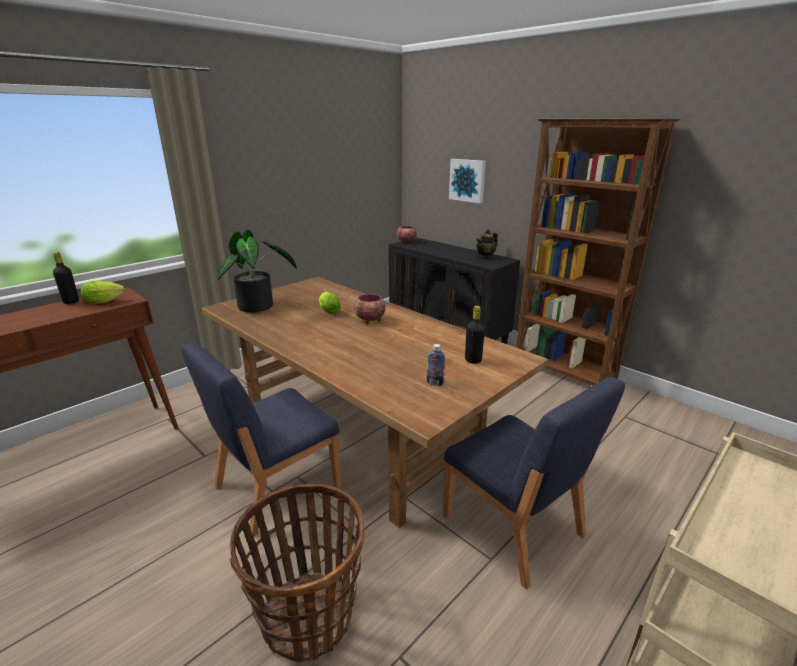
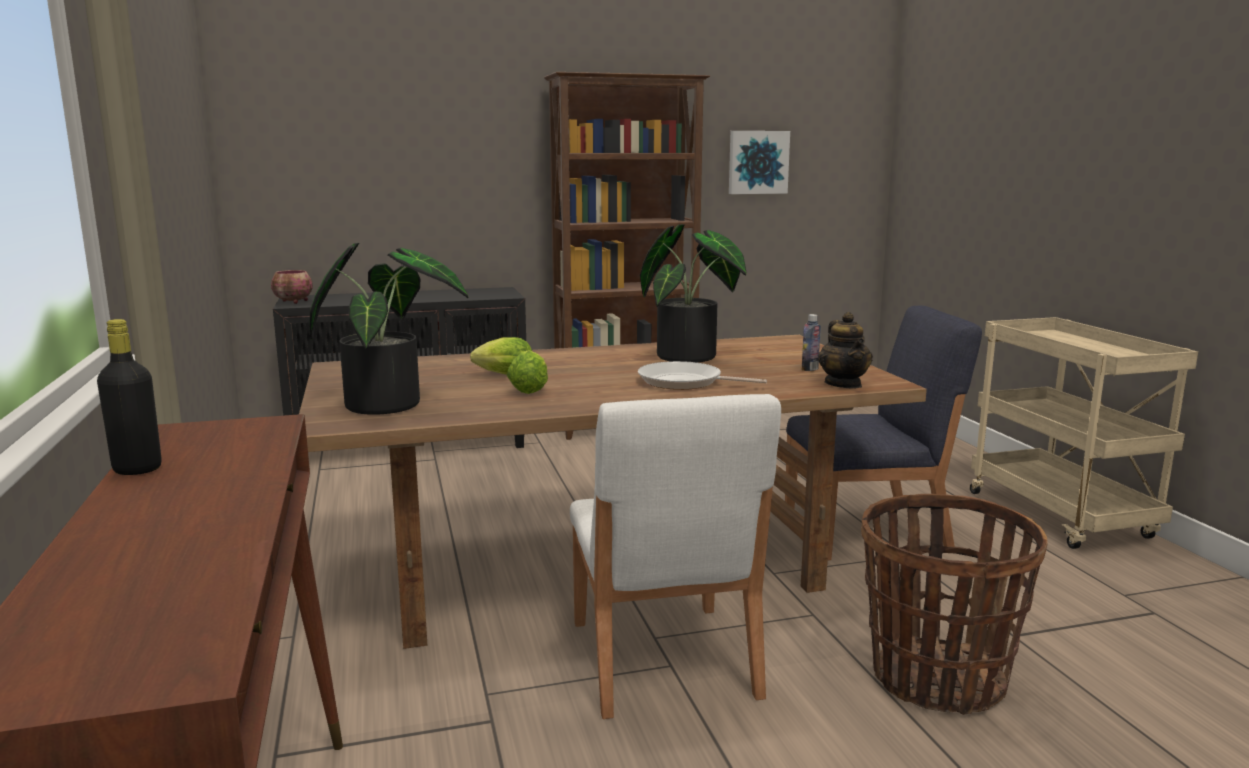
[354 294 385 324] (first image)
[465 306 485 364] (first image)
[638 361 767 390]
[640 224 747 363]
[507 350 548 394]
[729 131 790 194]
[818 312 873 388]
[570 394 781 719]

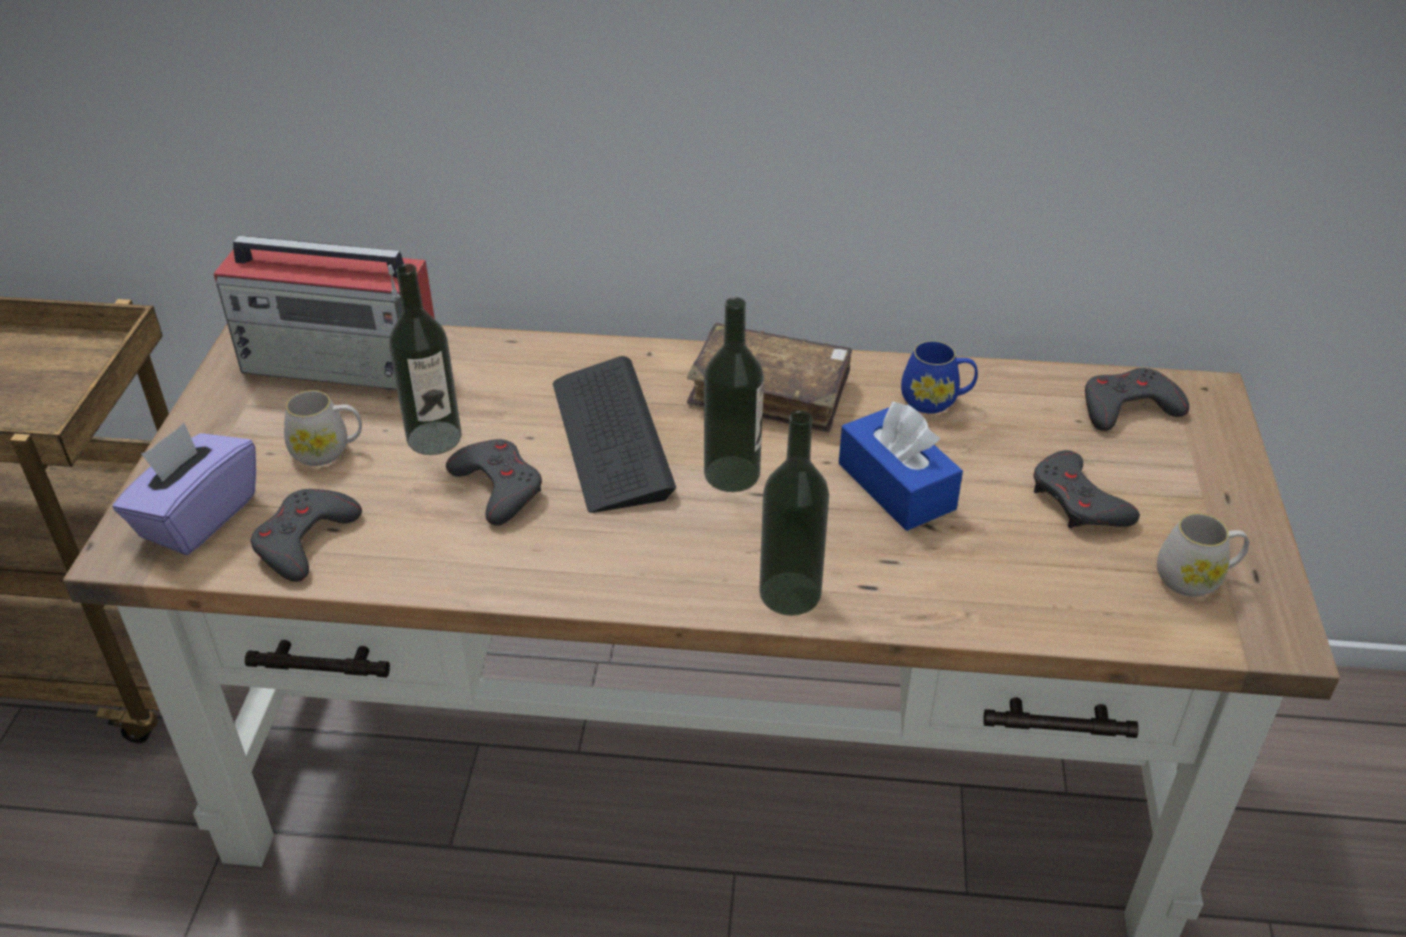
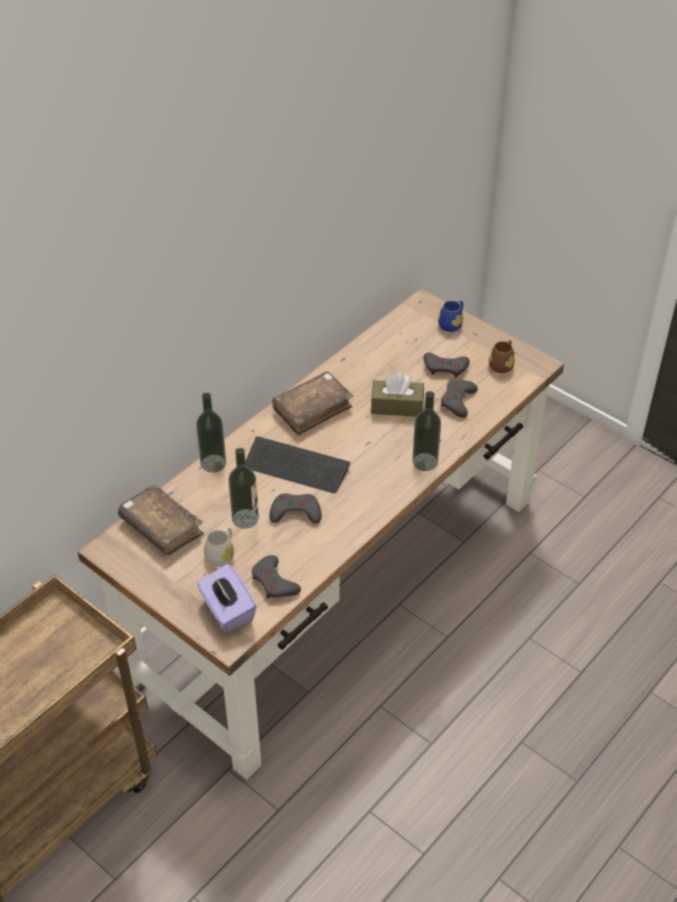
[196 392 226 473]
[438 301 463 332]
[441 380 478 418]
[118 484 204 555]
[371 373 424 417]
[489 340 515 374]

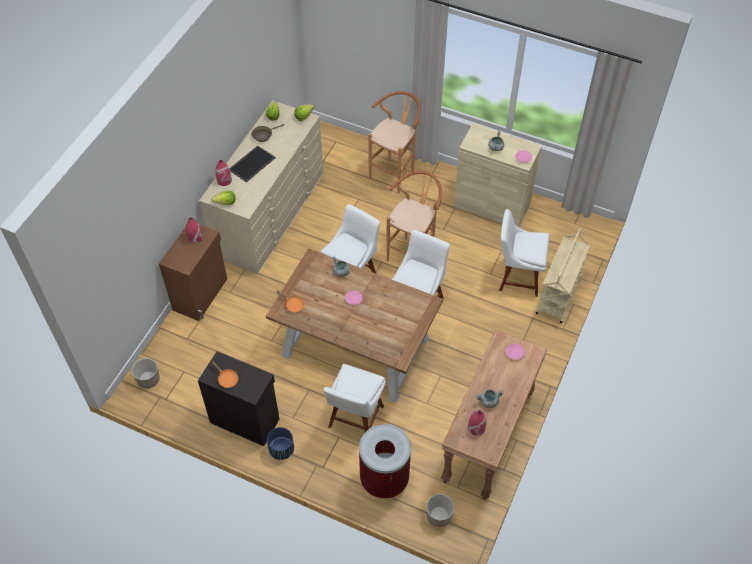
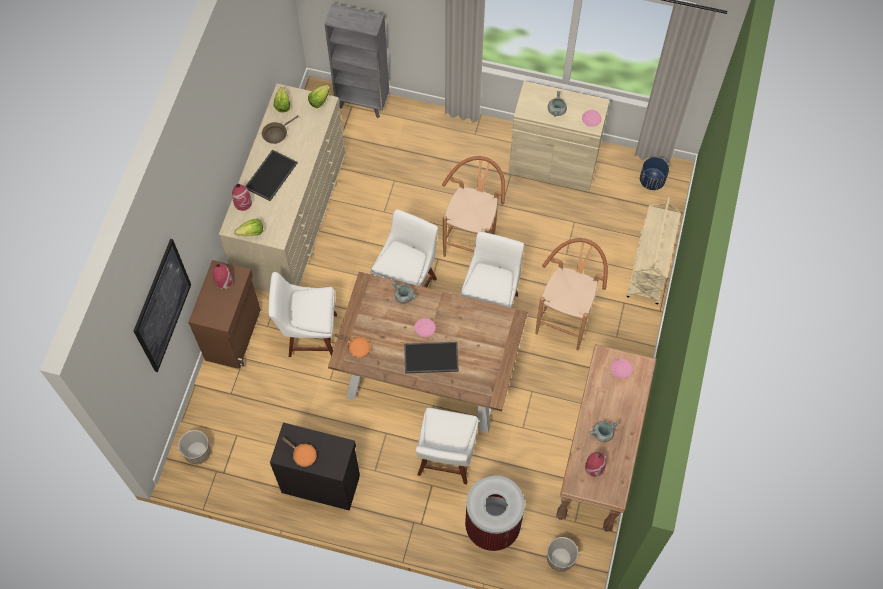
[133 239 191 372]
[325 3 389 118]
[404 342 459 374]
[640 157 669 190]
[535 238 608 350]
[269 272 337 357]

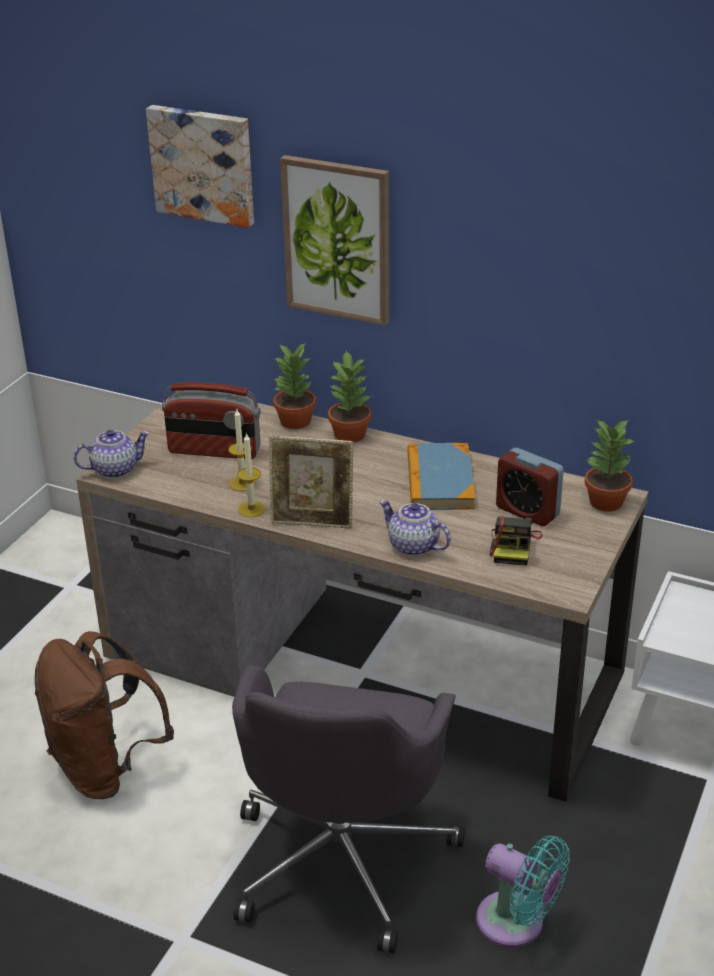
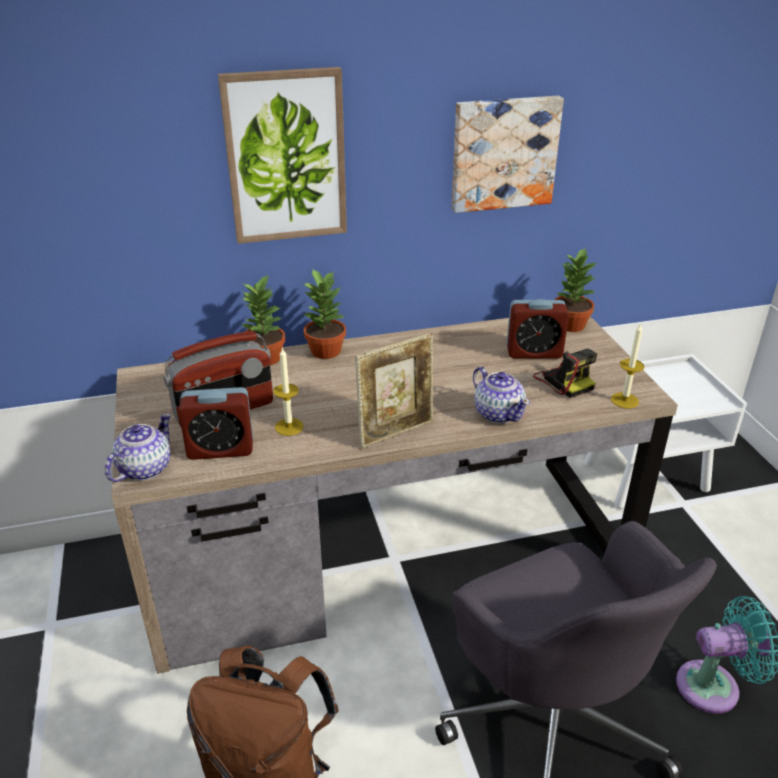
[407 443 476 510] (first image)
[178 387 253 460]
[451 96 564 213]
[611 323 645 409]
[473 366 530 424]

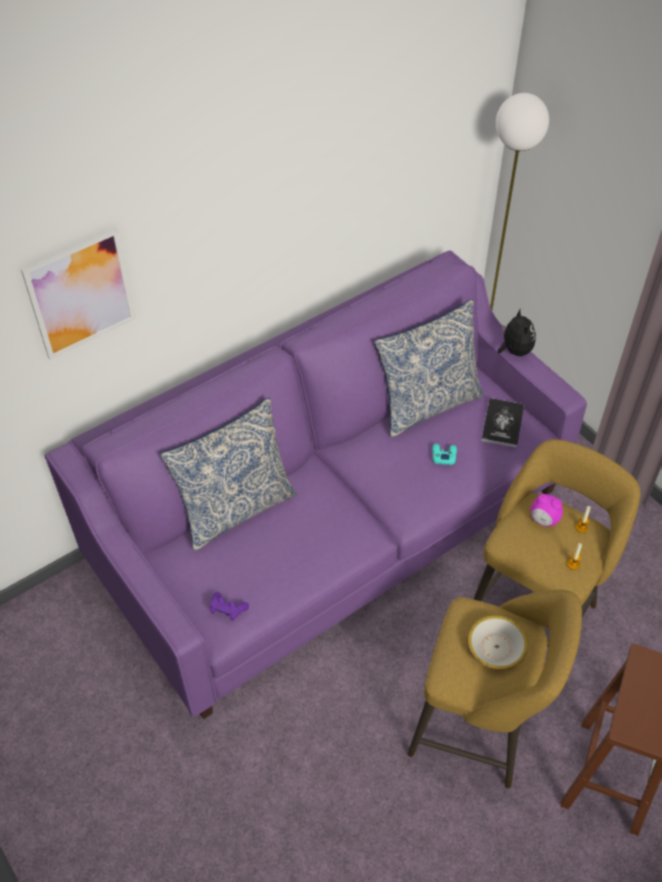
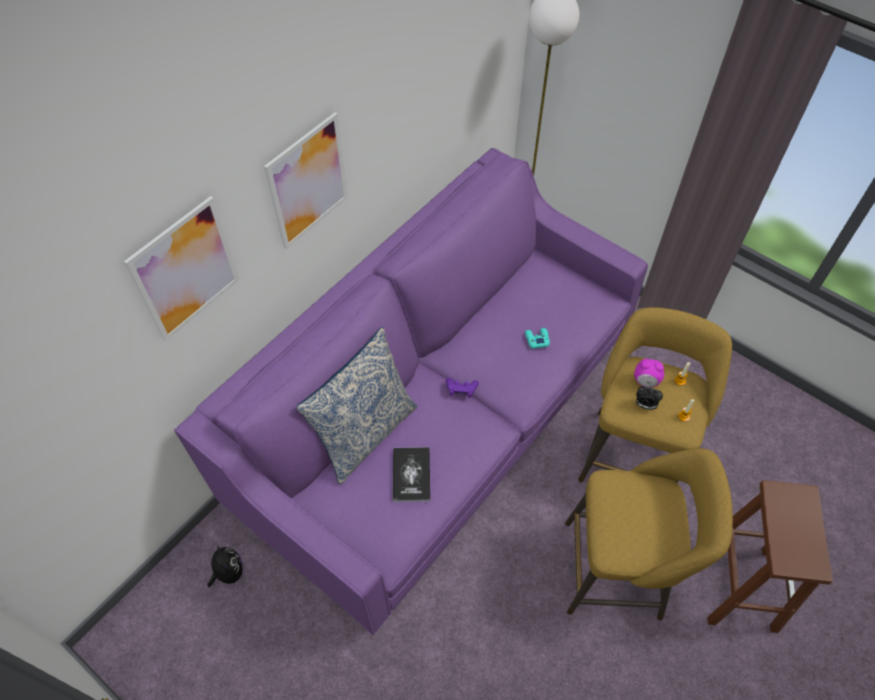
[375 299 484 438] (first image)
[468 615 528 670] (first image)
[264 112 348 249]
[636 386 663 410]
[446 377 479 398]
[393 447 430 502]
[208 545 243 587]

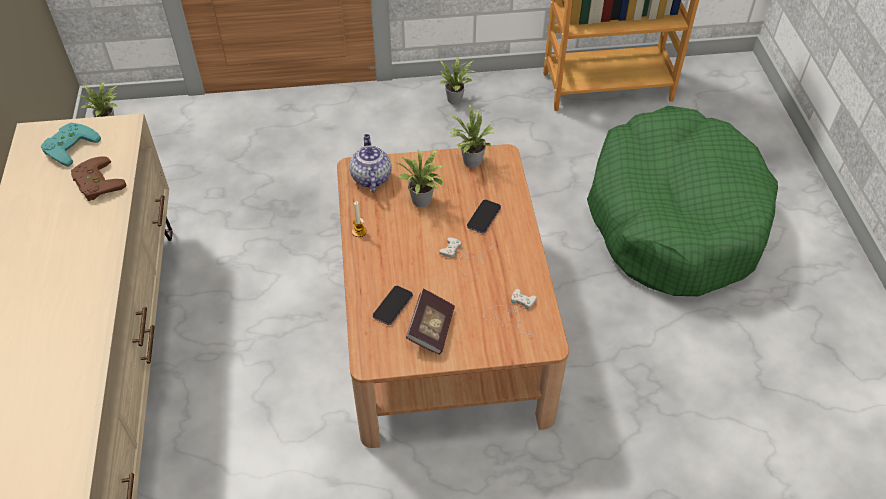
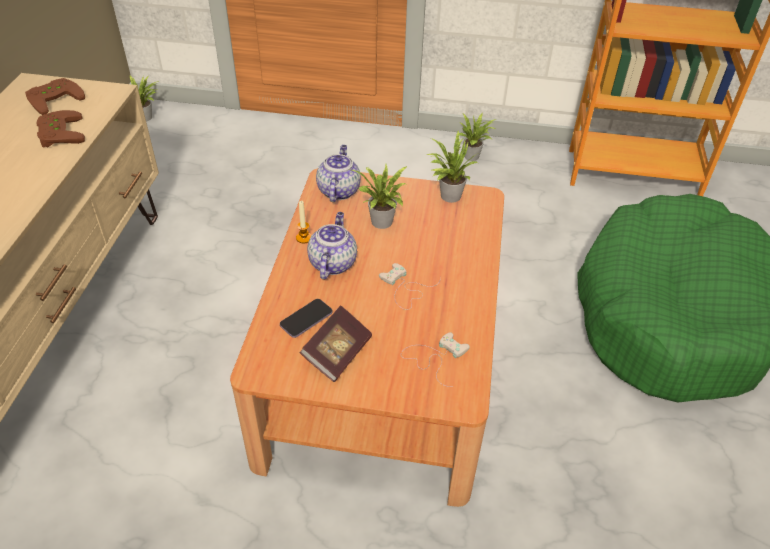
[467 200 501 234] (first image)
[307 212 357 279]
[25 78 85 115]

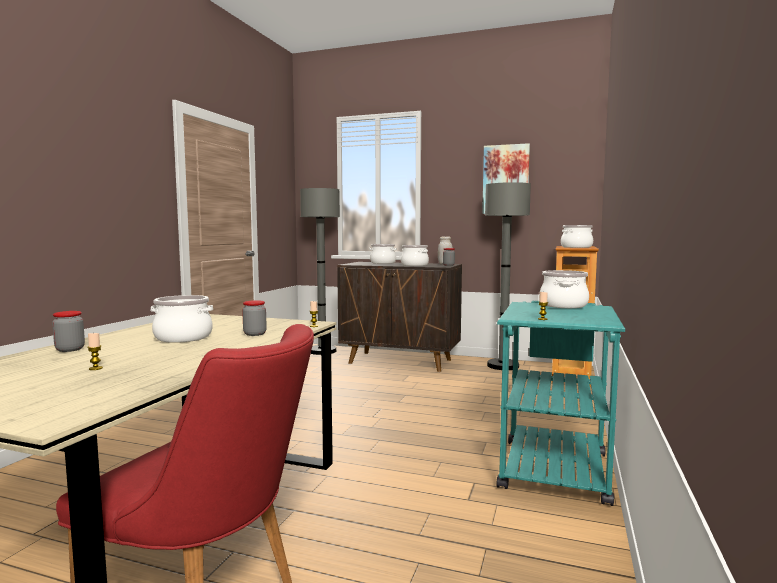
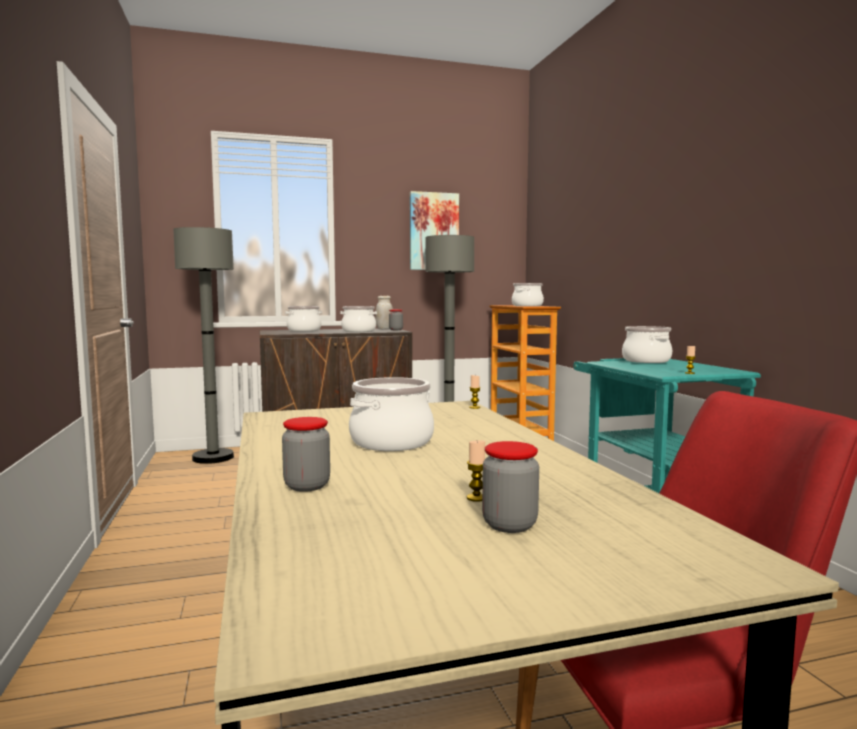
[482 441 539 533]

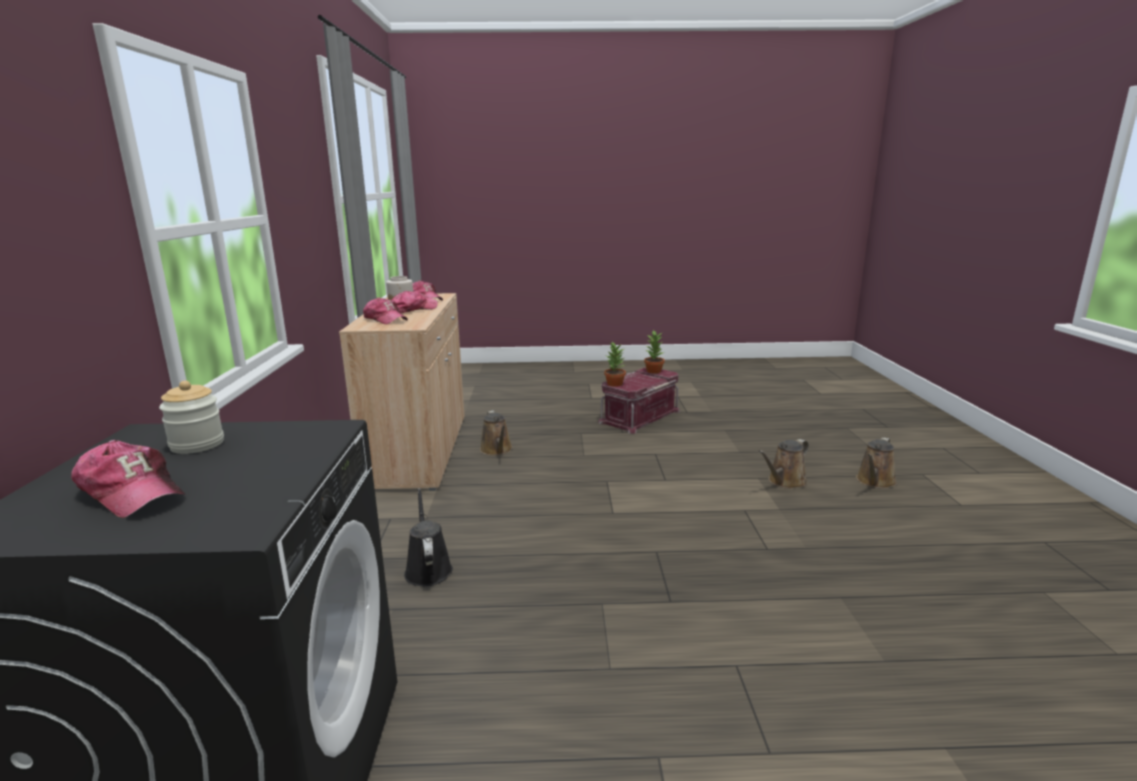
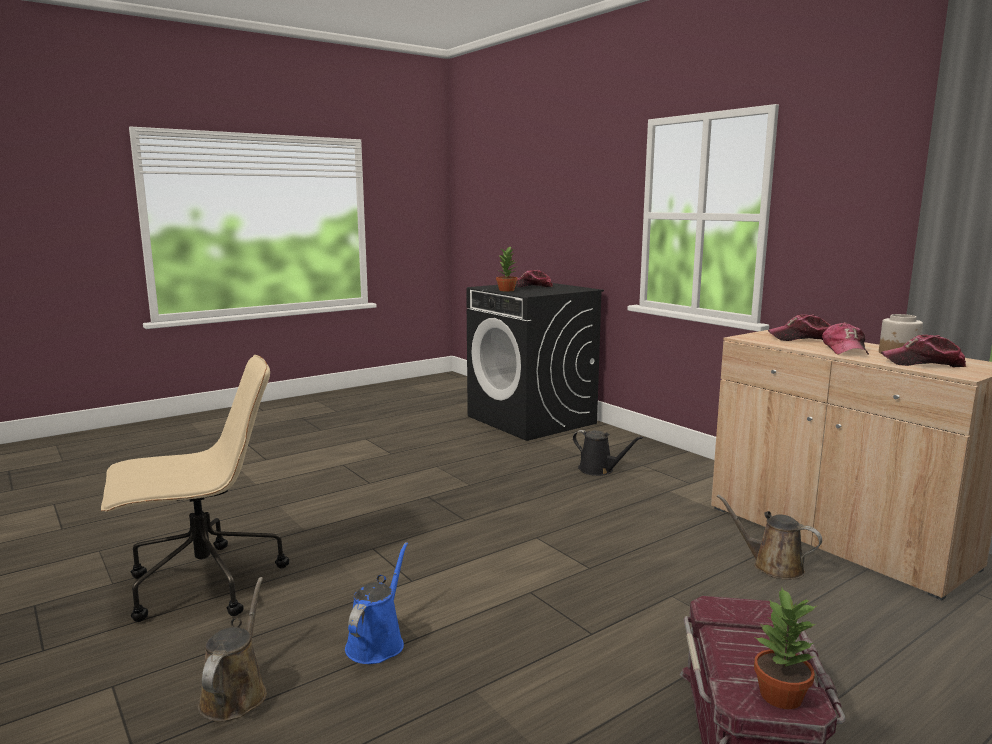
[159 381 224 454] (first image)
[101 355 289 622]
[496 246 518 291]
[345 542 408 664]

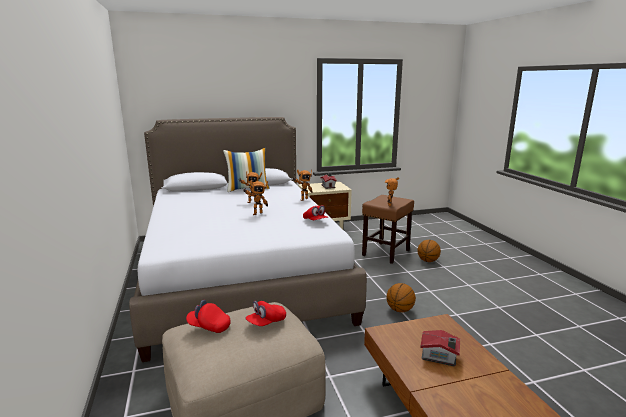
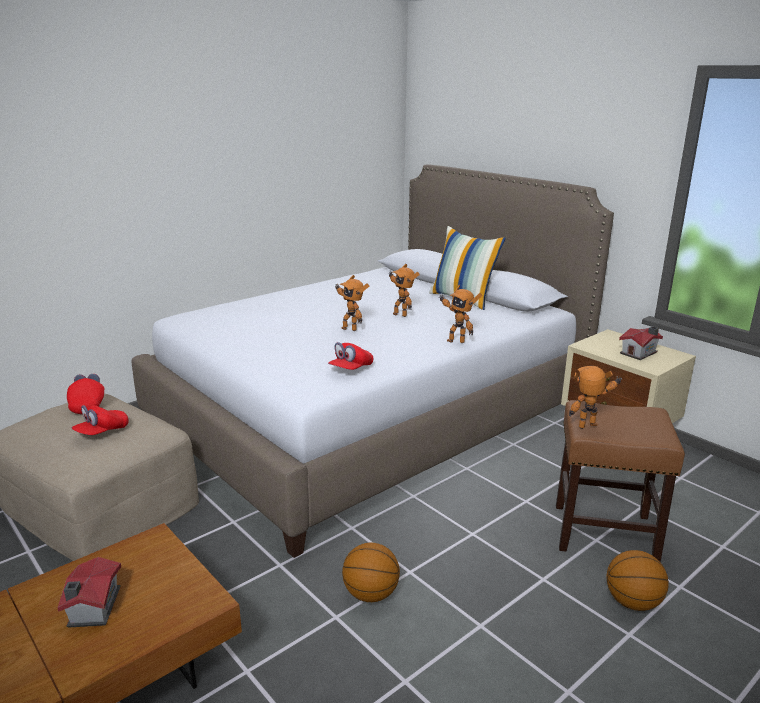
[72 405 129 435]

